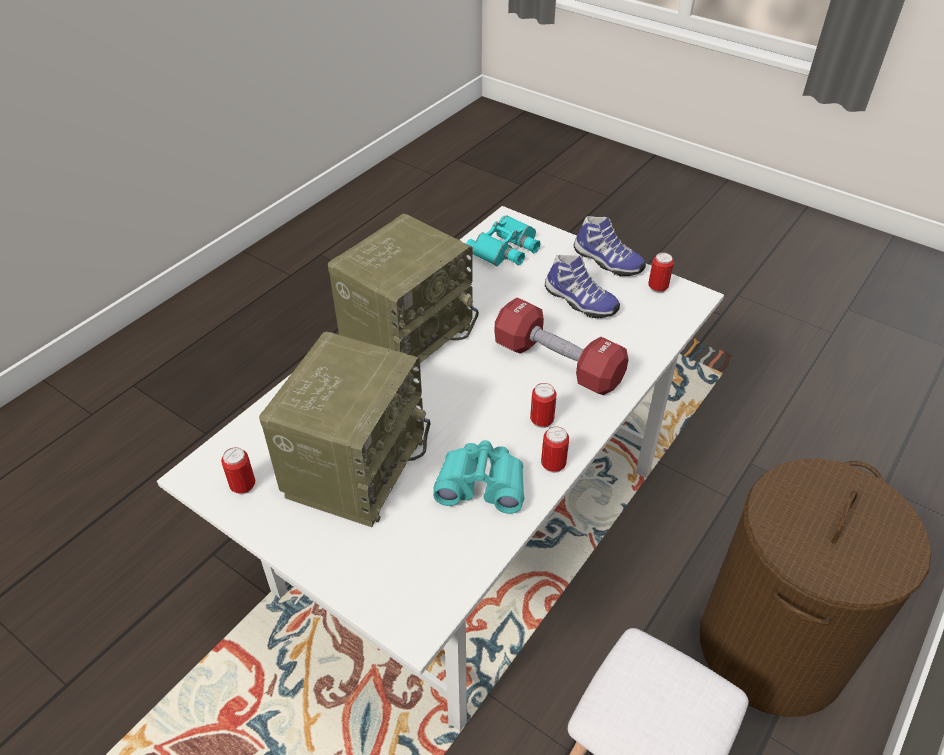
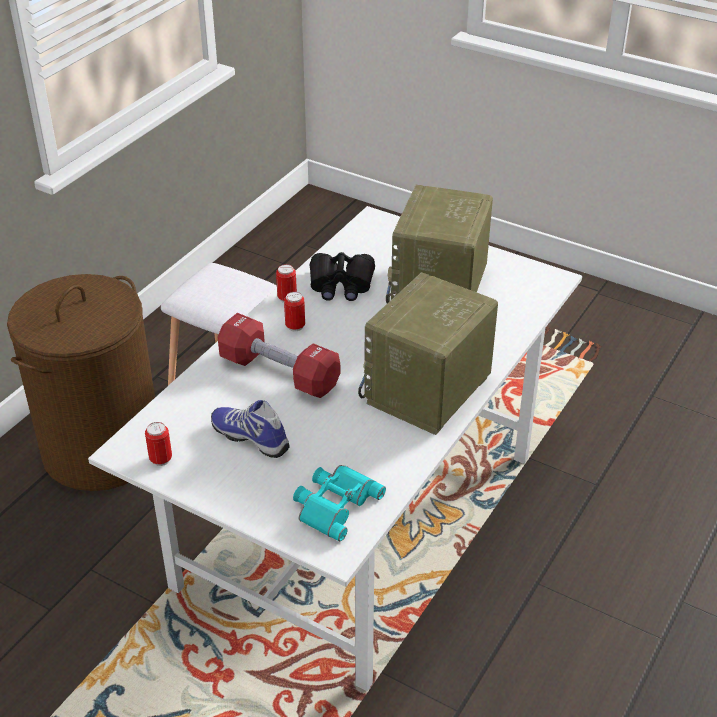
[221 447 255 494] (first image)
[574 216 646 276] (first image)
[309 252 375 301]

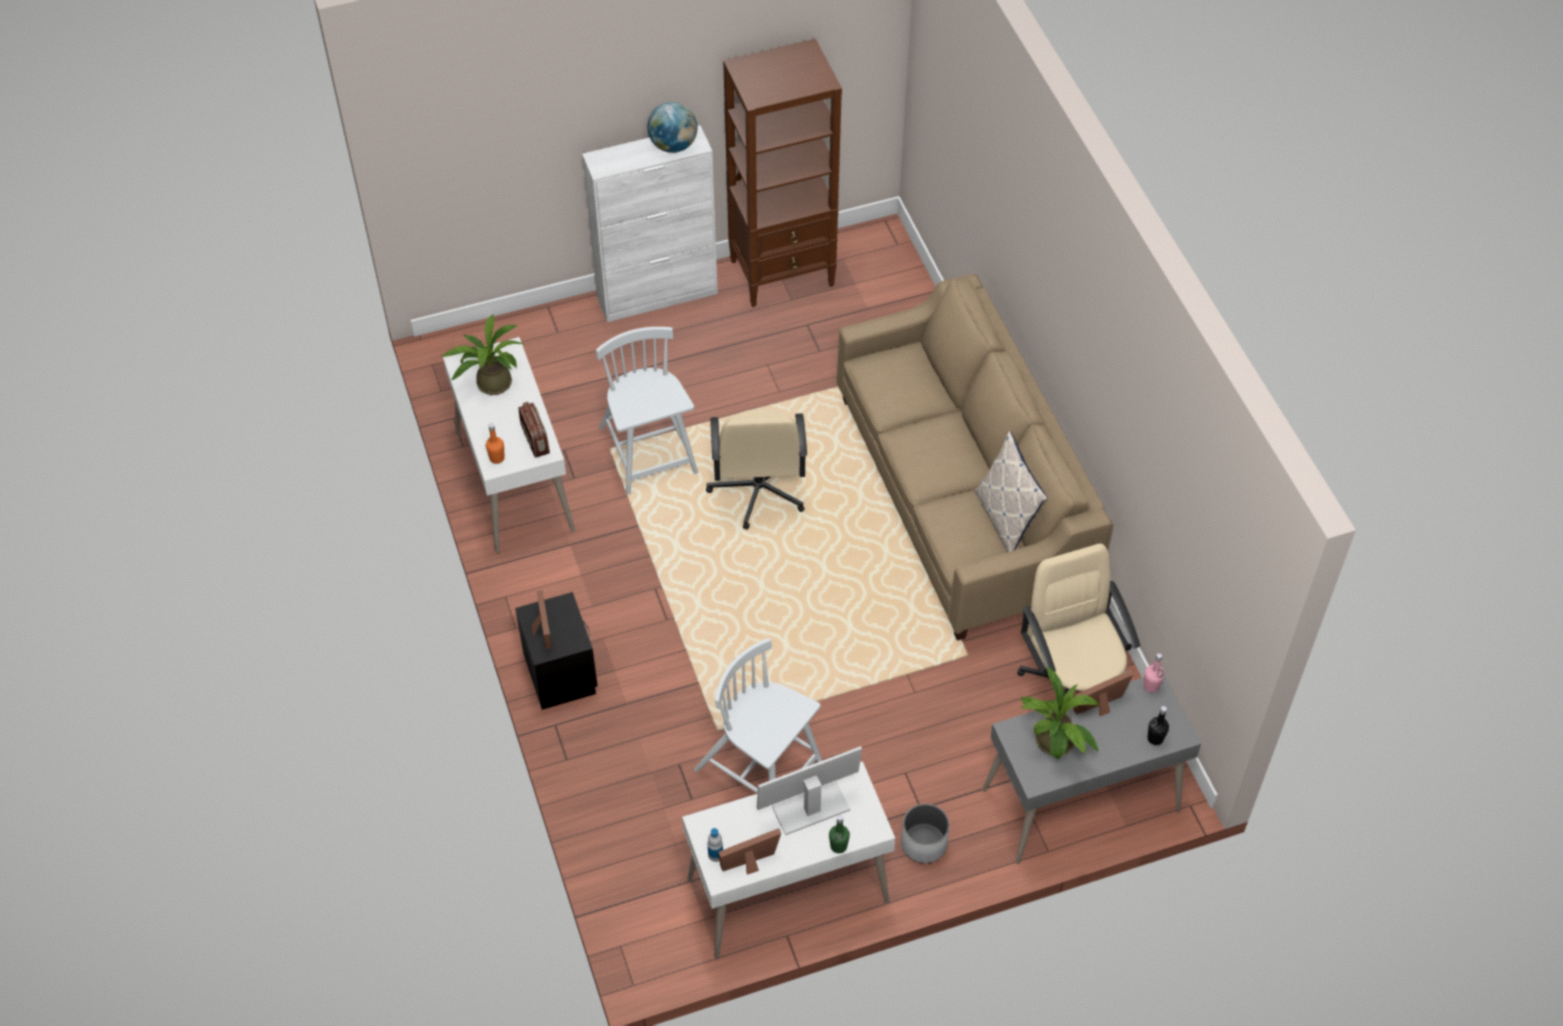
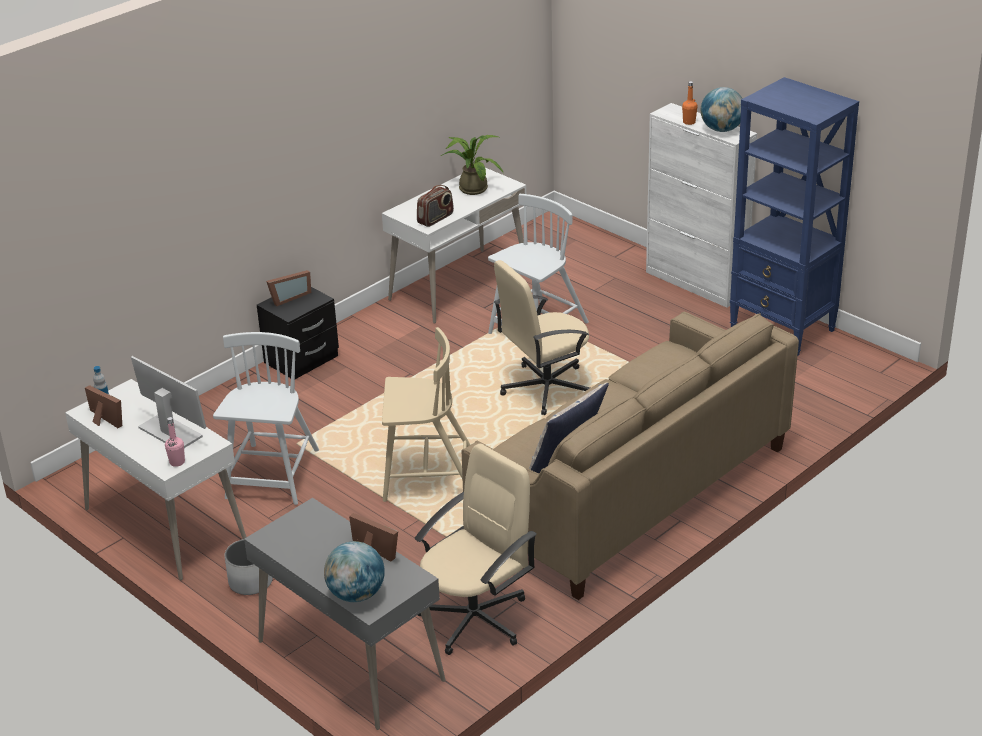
[829 815 850 853] (first image)
[1020 666 1100 759] (first image)
[382 327 470 502]
[682 81 698 125]
[165 417 185 467]
[324 541 385 602]
[730 77 859 355]

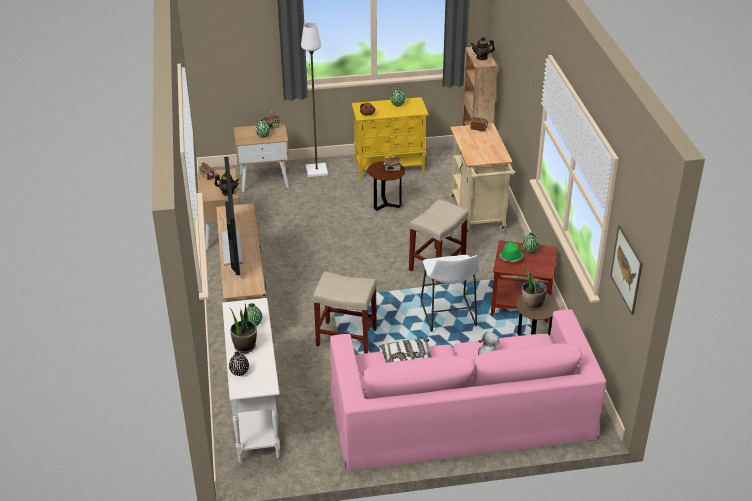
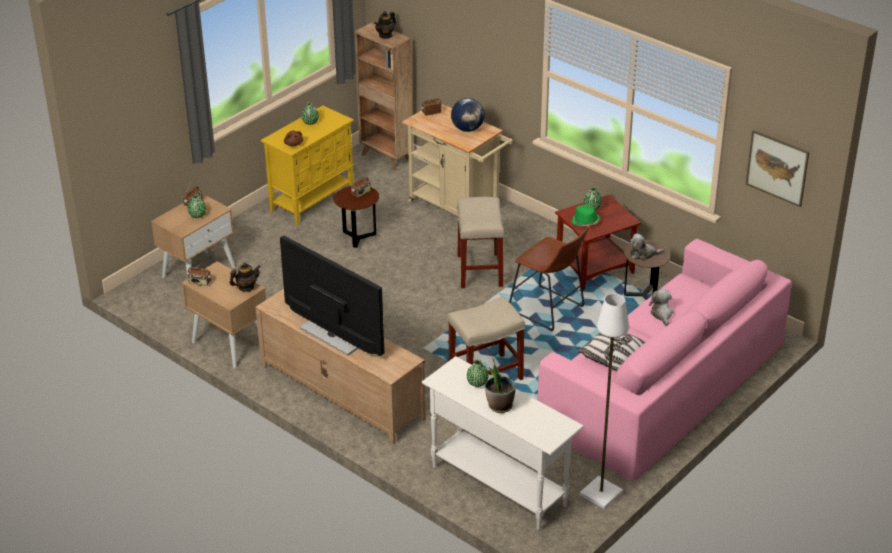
[229 351 249 376] (first image)
[451 98 485 132]
[580 294 629 509]
[629 234 664 261]
[509 226 589 331]

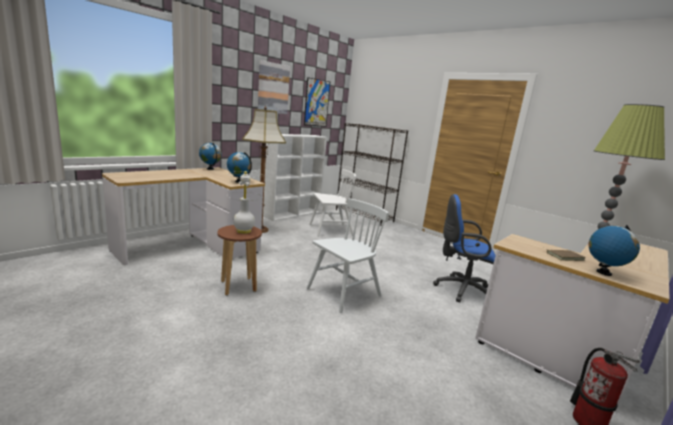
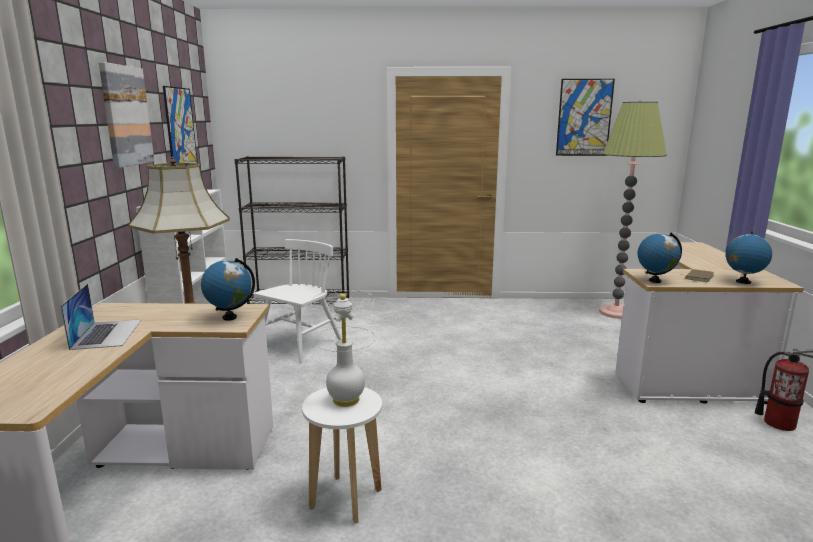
[306 198 389 313] (first image)
[433 194 496 302] (first image)
[61 284 141 350]
[556 79 615 156]
[638 233 682 283]
[302 387 382 524]

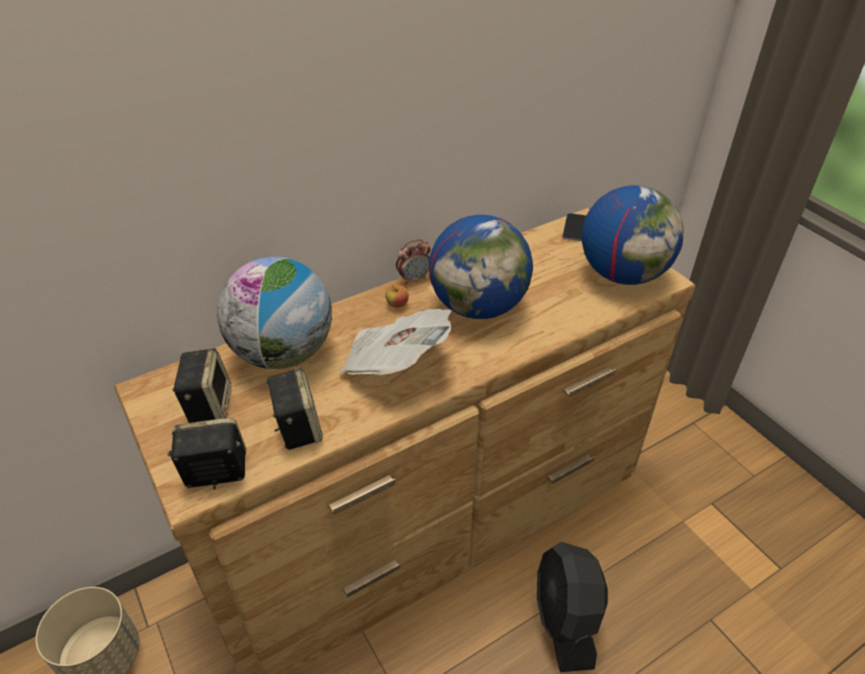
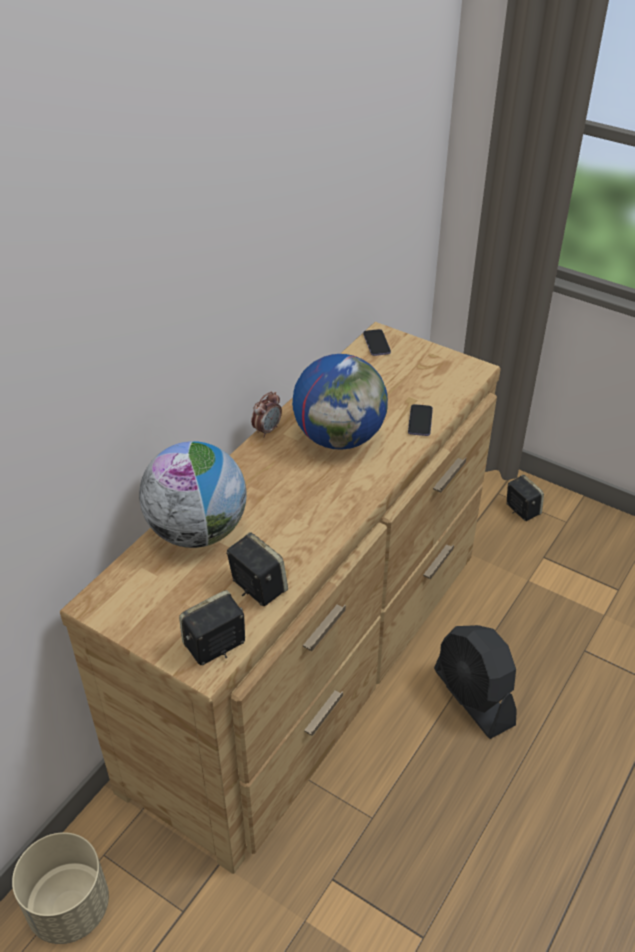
[339 309 451 375] (first image)
[385 284 409 308] (first image)
[581 185 684 285] (first image)
[408 404 433 436]
[507 475 544 521]

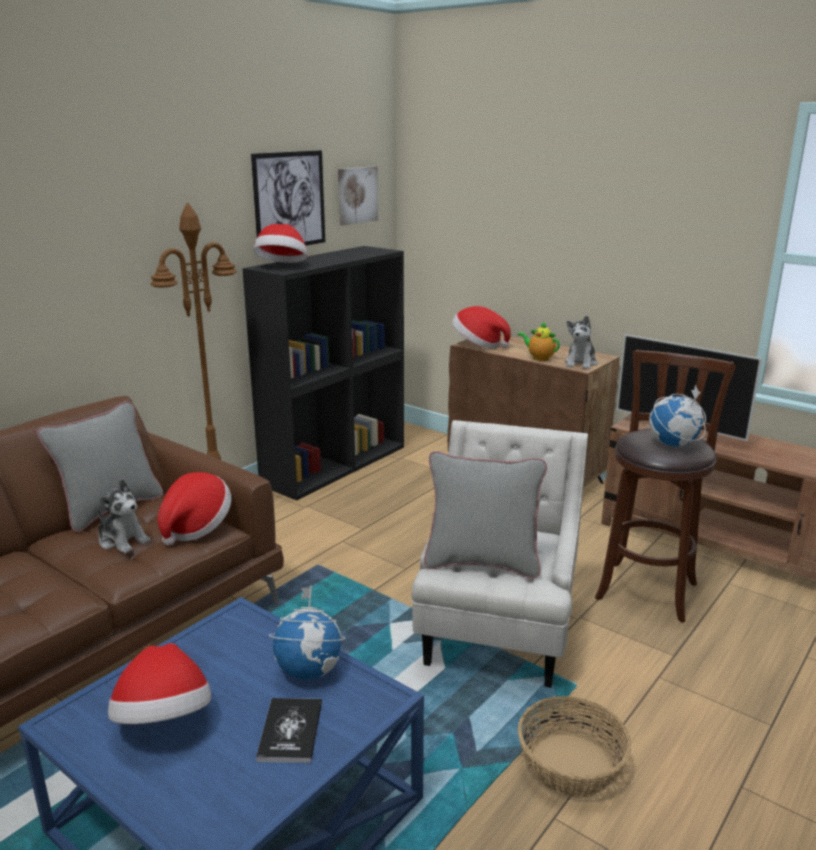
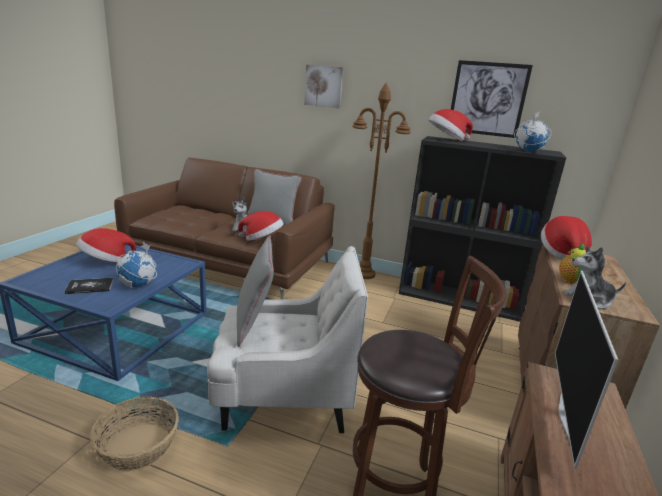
[304 65 344 108]
[514 111 551 152]

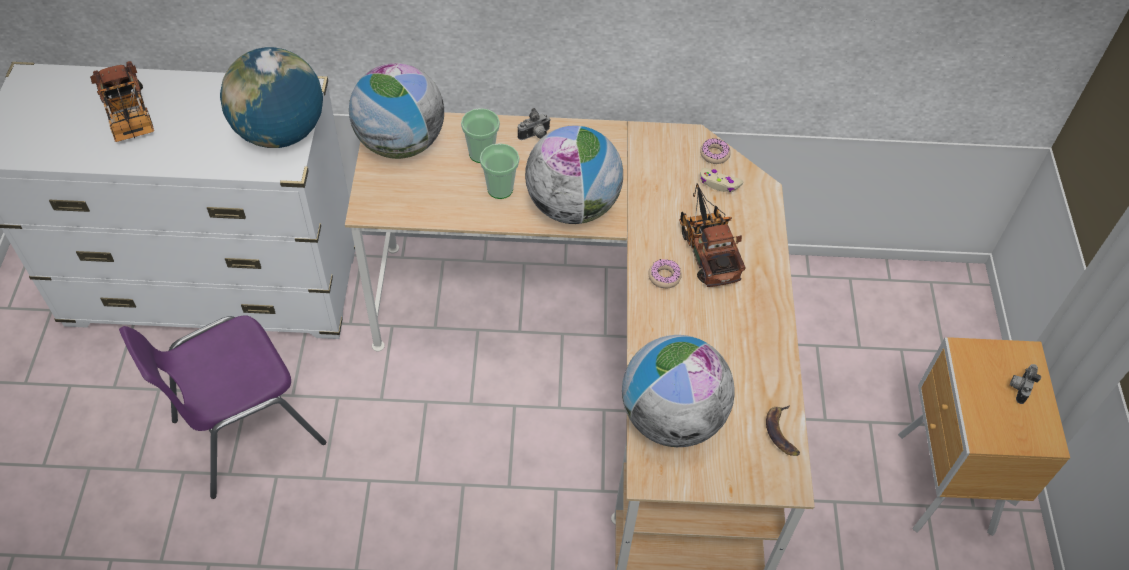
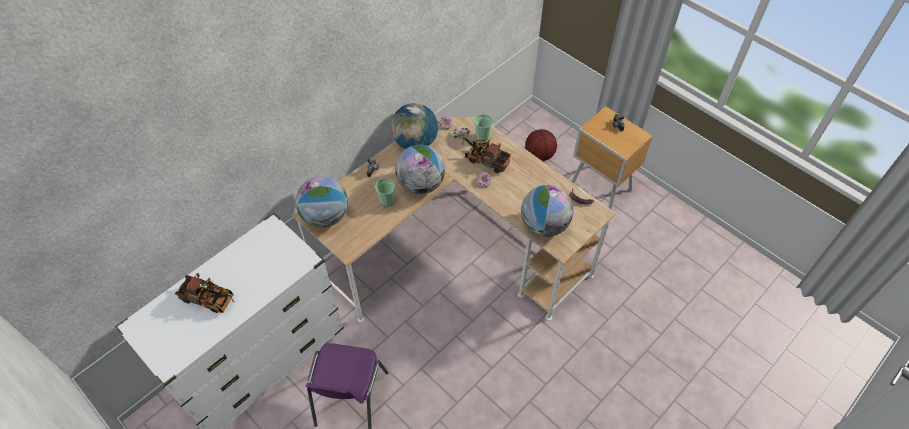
[525 129 557 161]
[391 103 438 149]
[474 114 493 141]

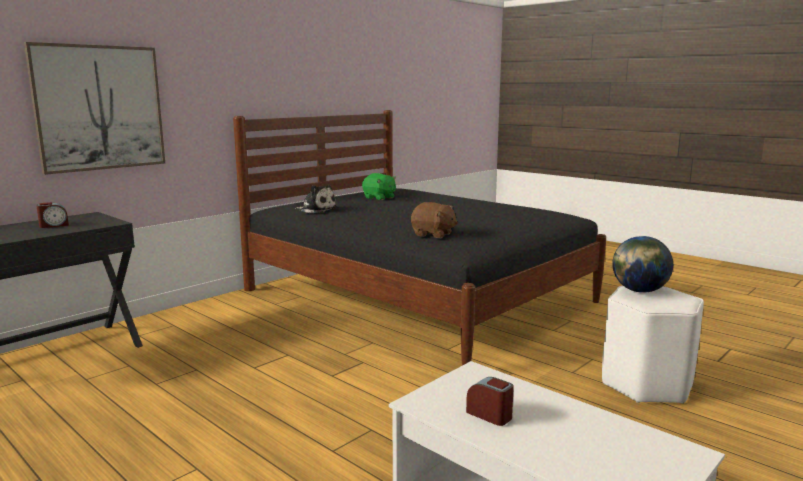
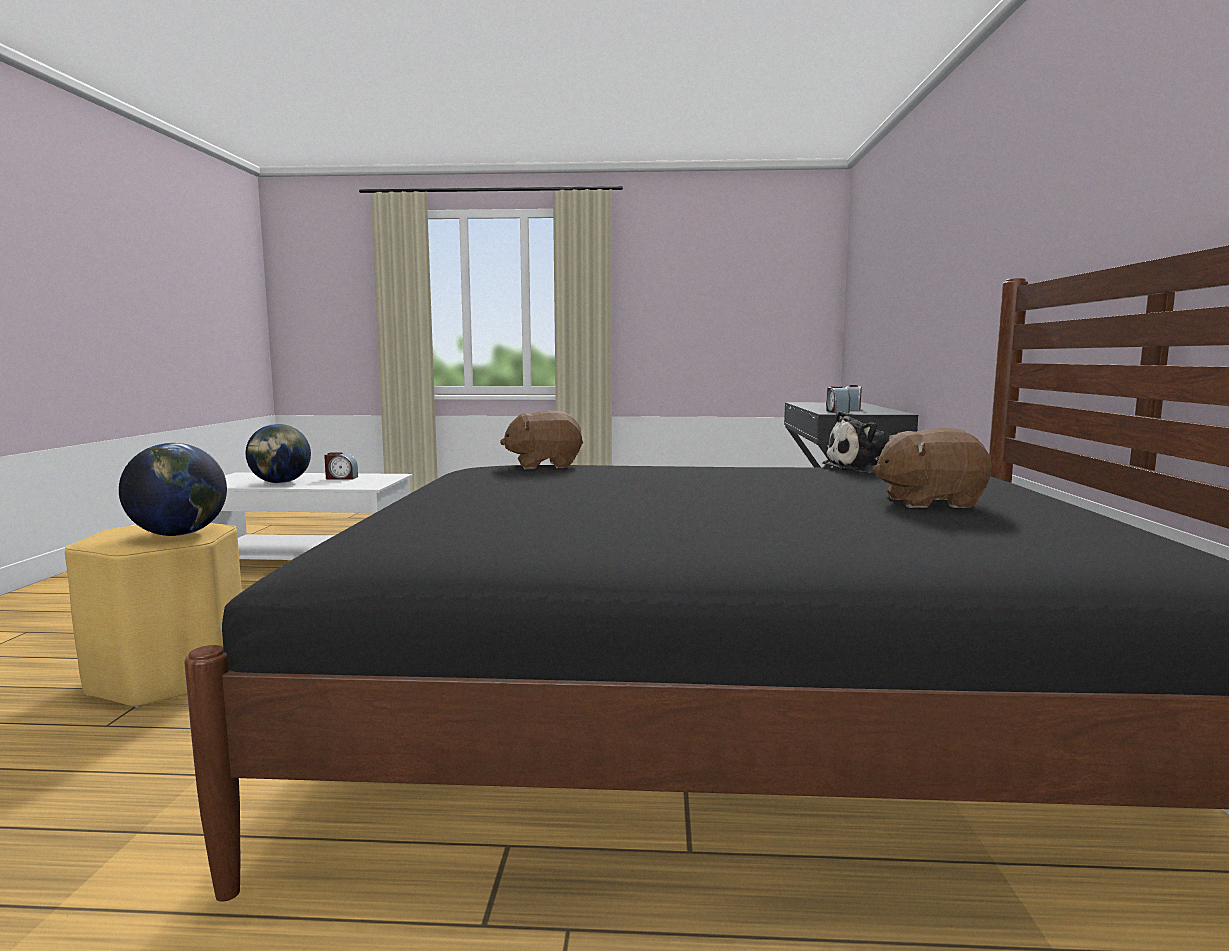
[24 42 165 175] (first image)
[246 424 311 483]
[826 386 850 413]
[873 428 992 508]
[65 523 242 708]

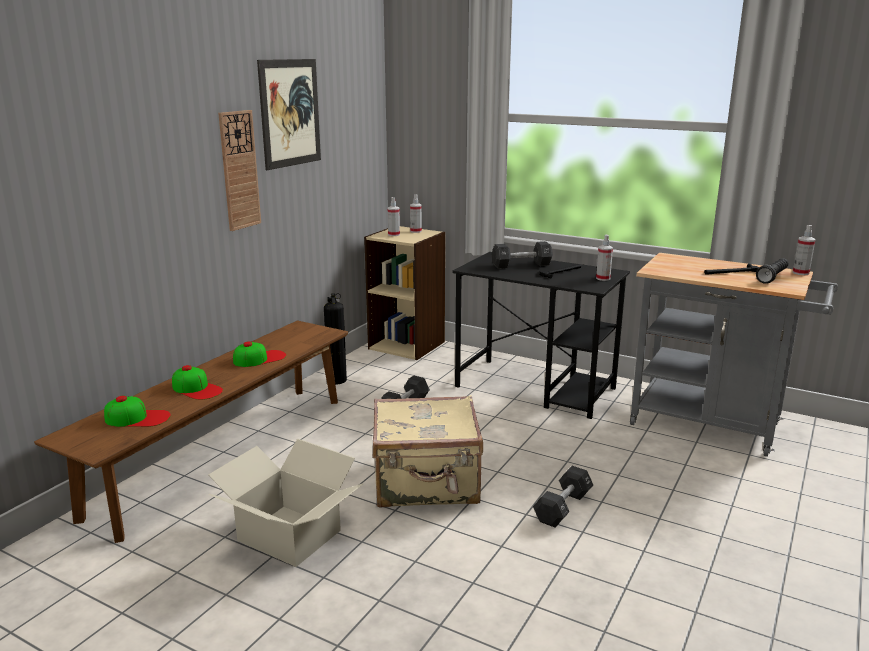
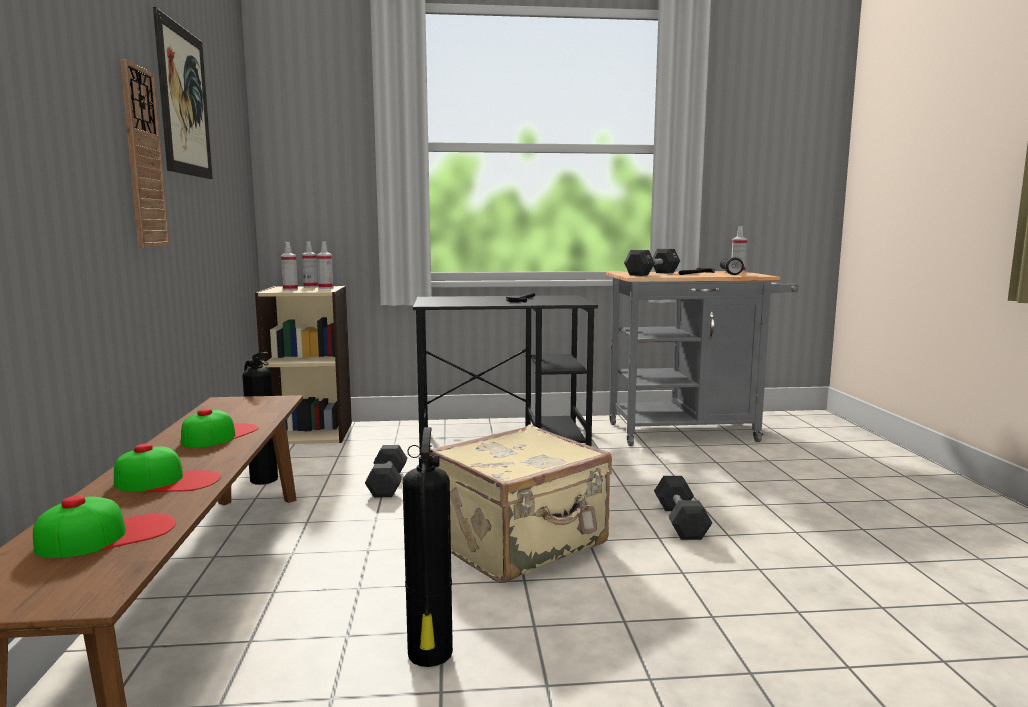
[624 249 680 276]
[317 241 334 289]
[403 427 453 667]

